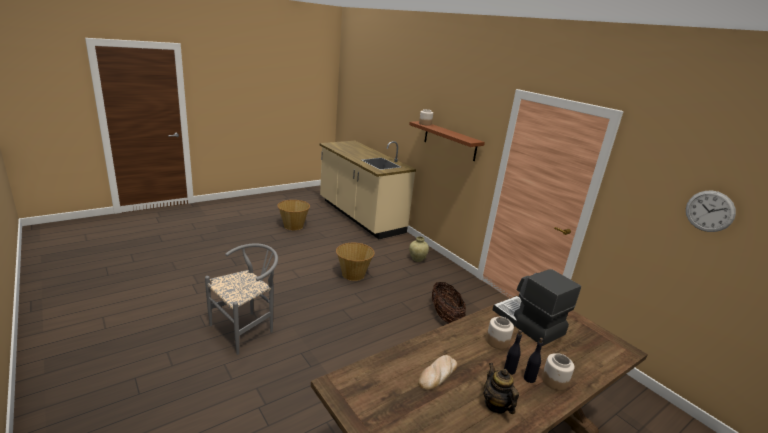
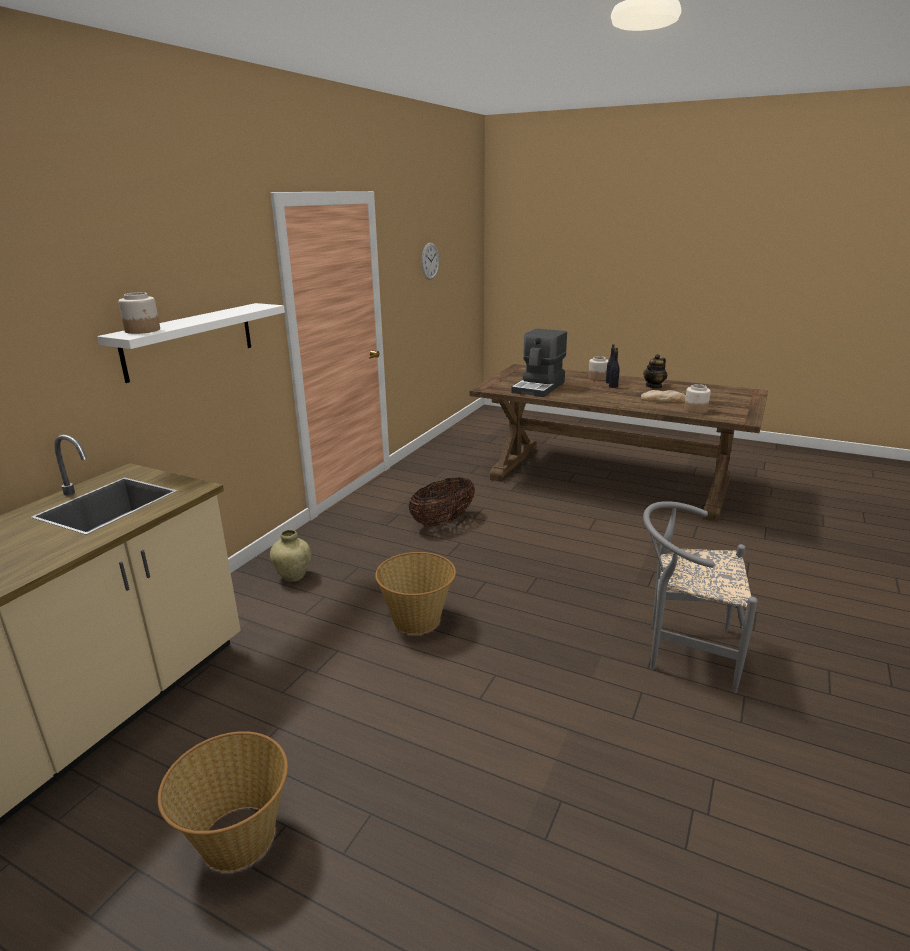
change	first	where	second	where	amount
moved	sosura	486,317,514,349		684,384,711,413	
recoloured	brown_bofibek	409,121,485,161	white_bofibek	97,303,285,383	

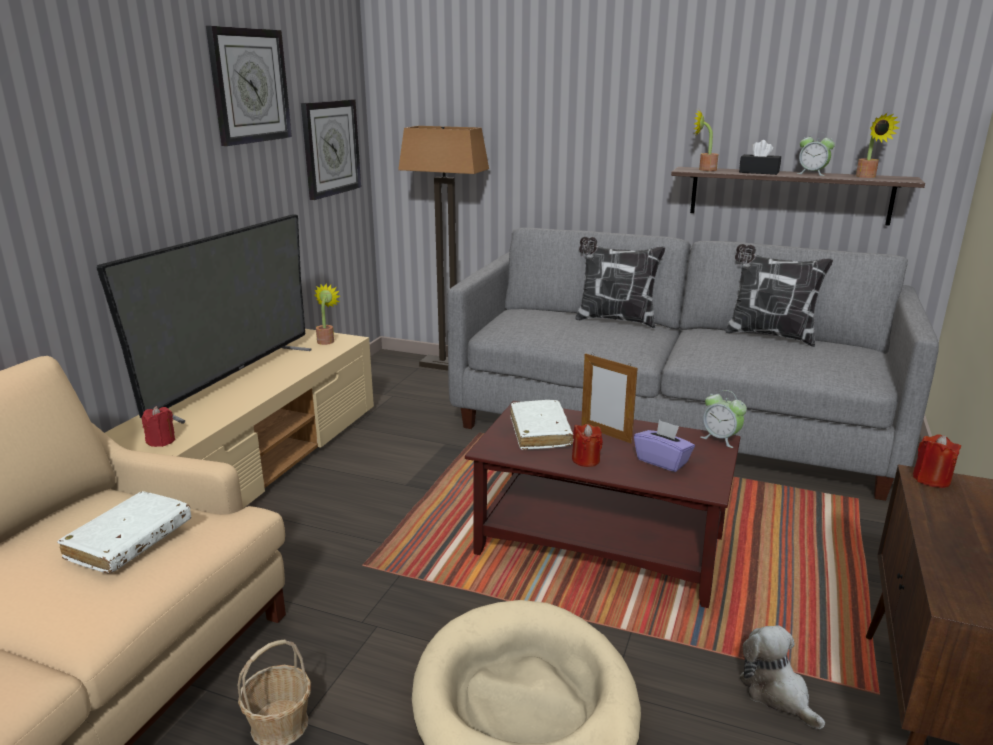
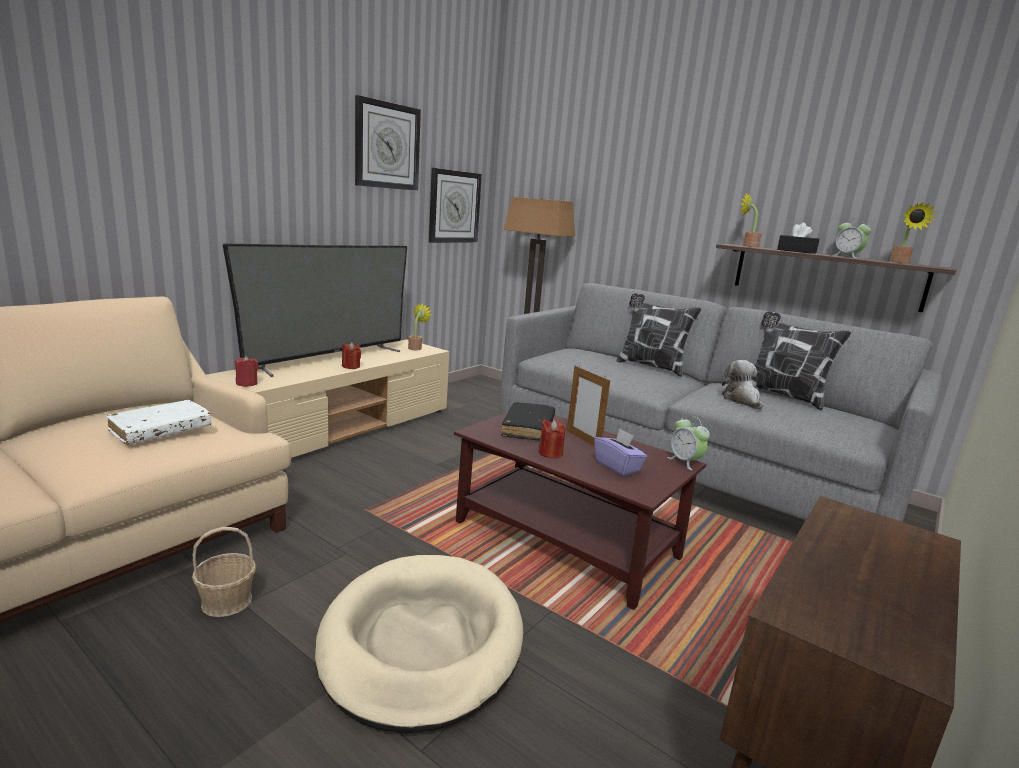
change	first	where	second	where	amount
moved	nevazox	739,625,825,729		722,360,763,410	
moved	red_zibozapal	913,434,961,488		342,342,361,369	
recoloured	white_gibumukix	510,400,573,450	black_gibumukix	501,402,555,440	

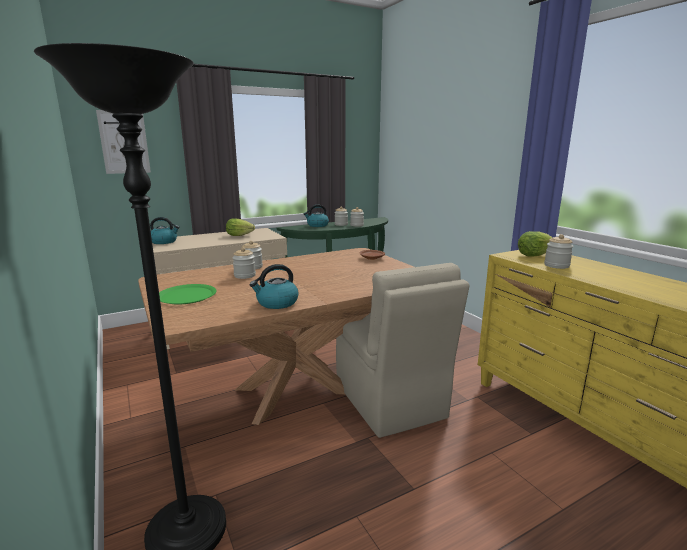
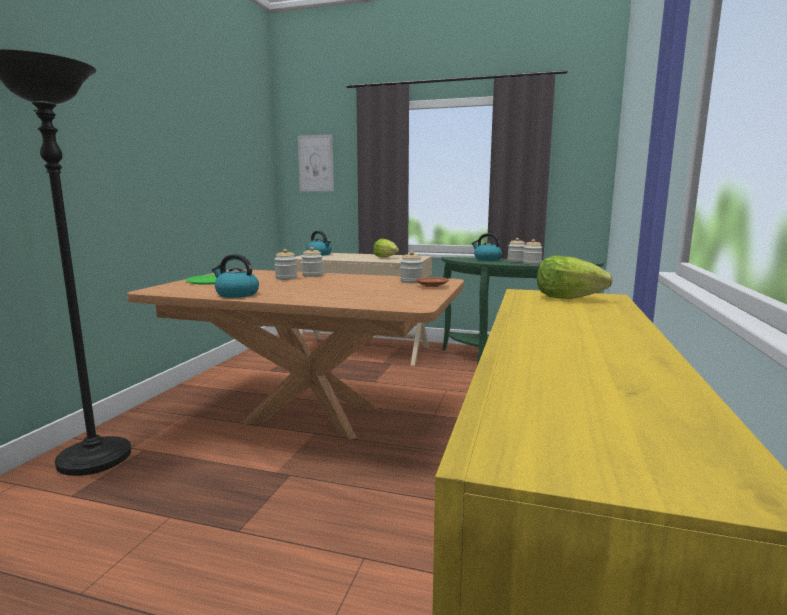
change	first	where	second	where	amount
removed	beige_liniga	336,263,469,438			
moved	sosura	544,234,574,269		400,251,423,283	

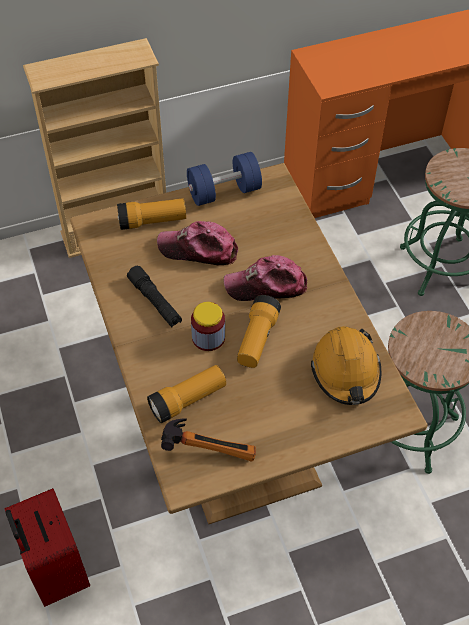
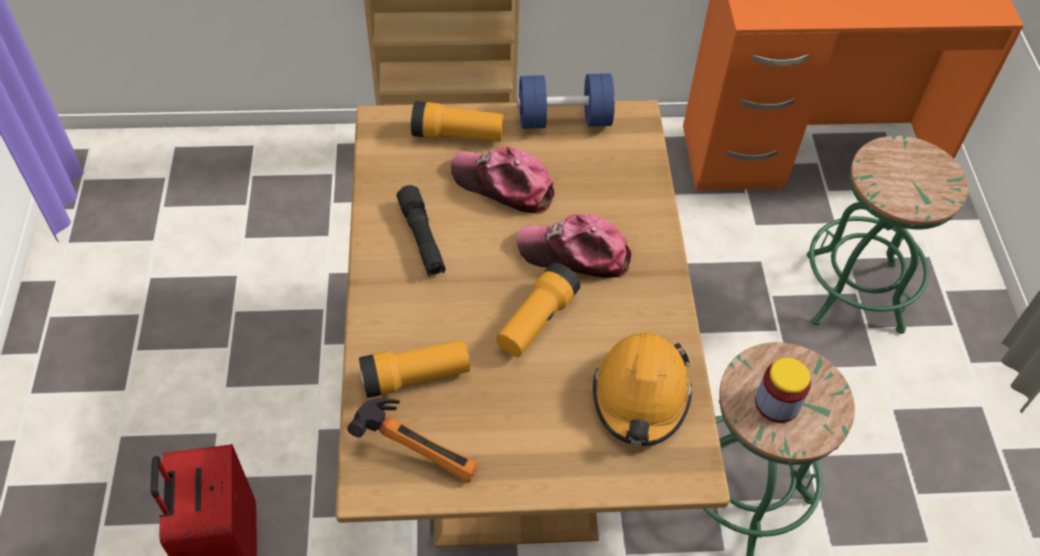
change	first	where	second	where	amount
moved	sosura	191,302,225,351		755,358,811,423	

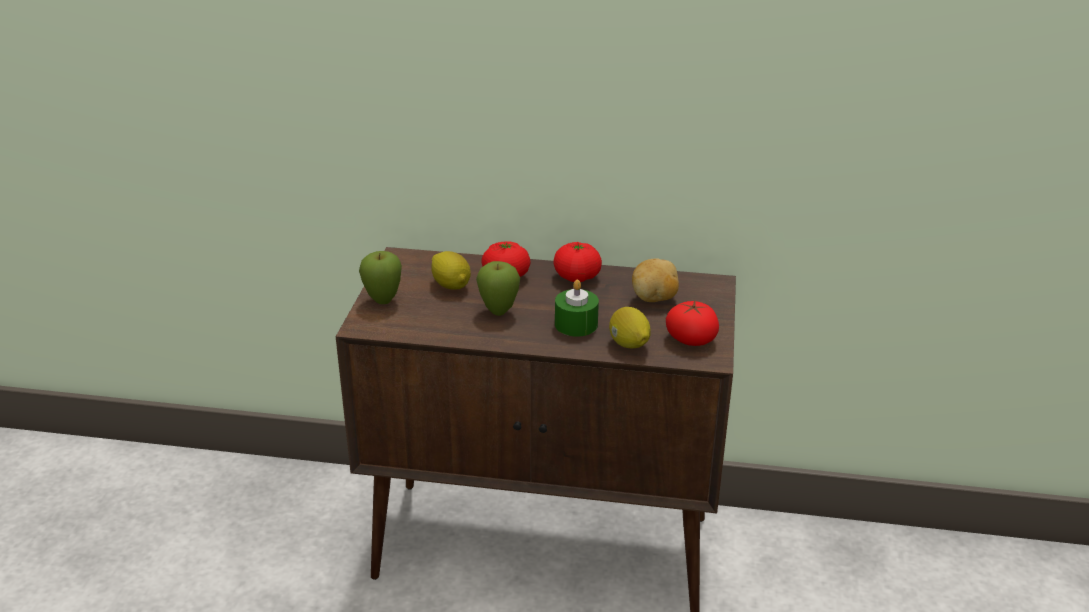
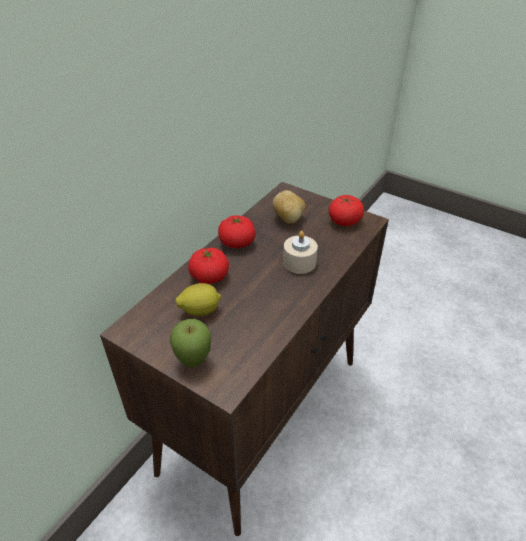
change	first	where	second	where	amount
removed	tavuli	476,261,520,316			
removed	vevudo	609,307,651,348			
recoloured	green_zibozapal	555,280,599,337	beige_zibozapal	283,231,318,274	

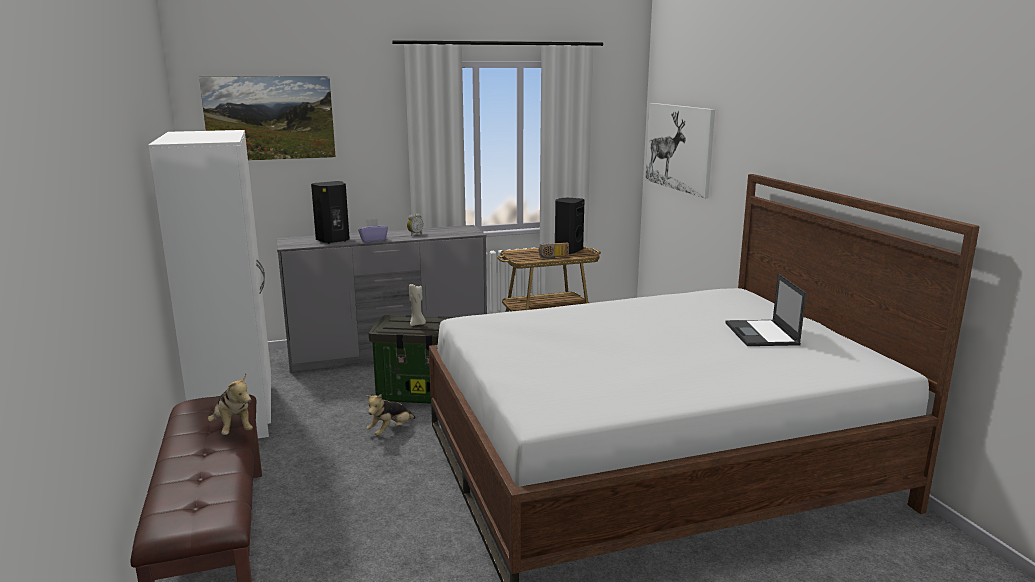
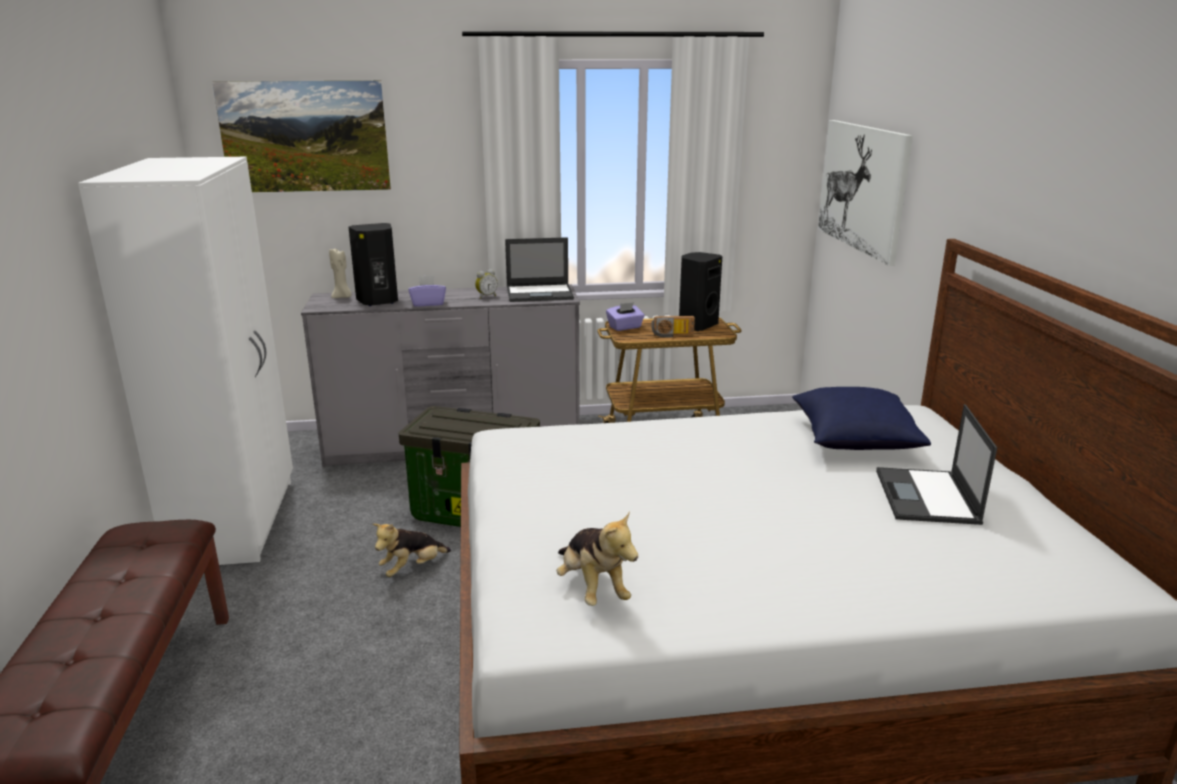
change	first	where	second	where	amount
added			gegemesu	505,237,574,302	
added			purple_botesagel	606,302,645,331	
added			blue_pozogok	792,387,931,450	
moved	nevazox	208,374,253,435		557,511,638,606	
moved	beige_zibozapal	409,284,426,326		329,249,352,298	

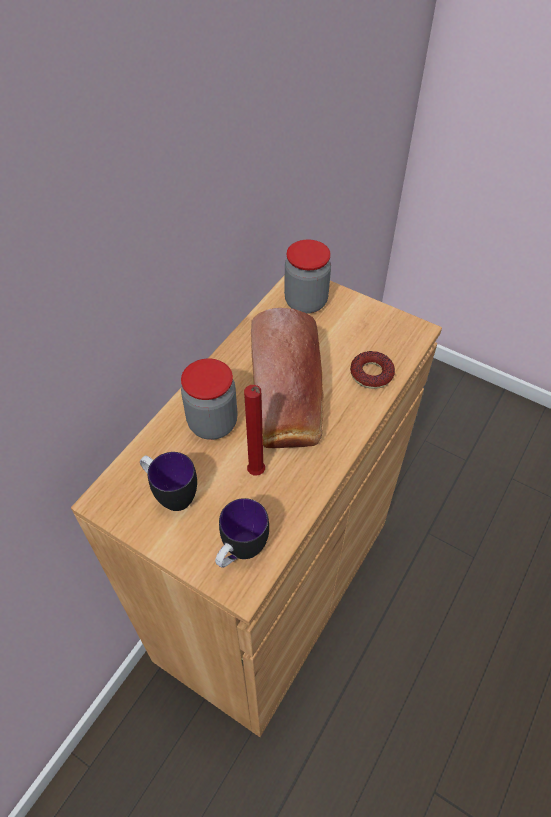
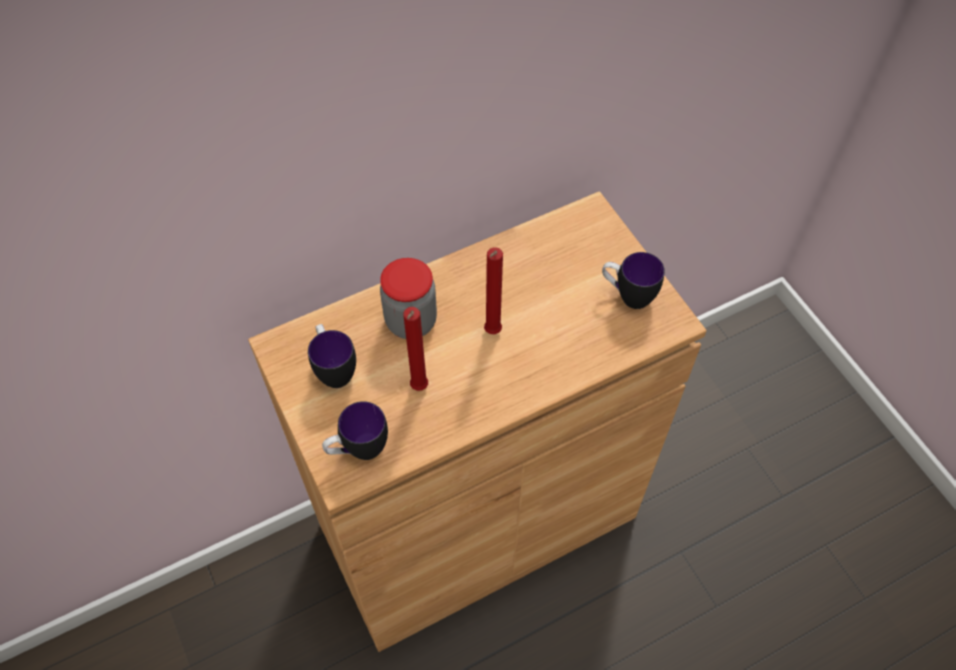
change	first	where	second	where	amount
removed	sosura	284,239,331,314			
removed	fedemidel	350,351,395,389			
added			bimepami	602,252,665,309	
replaced	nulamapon	251,308,324,448	red_zibozapal	484,247,503,334	

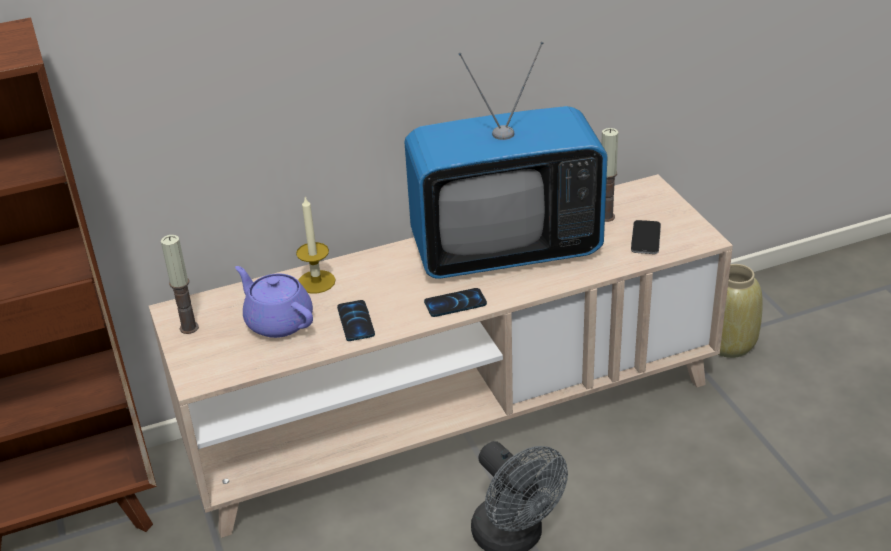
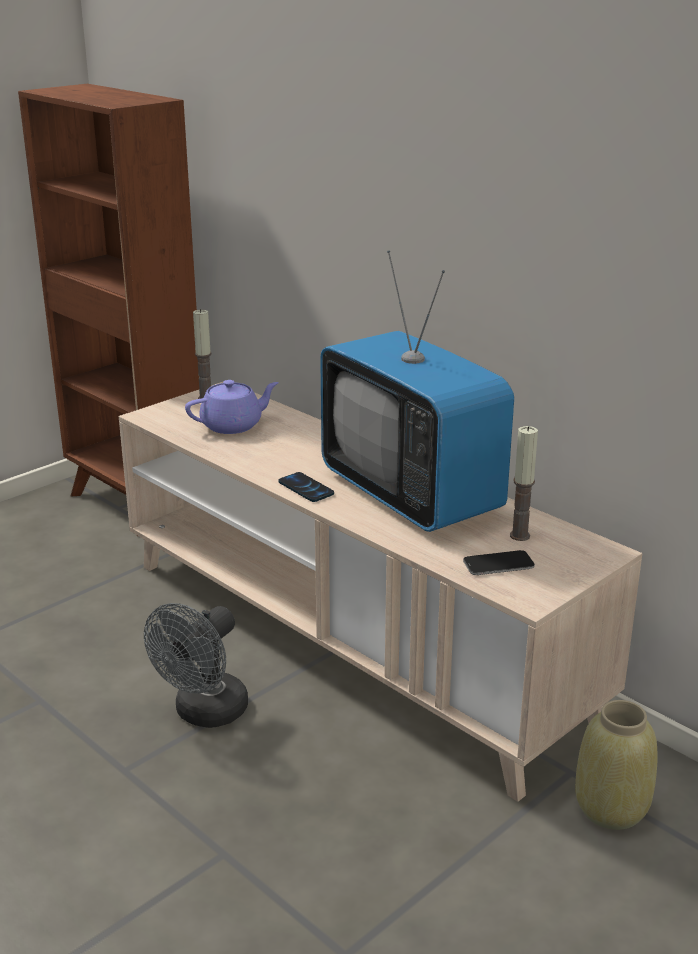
change	first	where	second	where	amount
removed	zibozapal	296,197,336,293			
removed	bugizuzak	337,300,375,341			
turned	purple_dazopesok	235,266,313,338		185,380,279,434	45 degrees clockwise

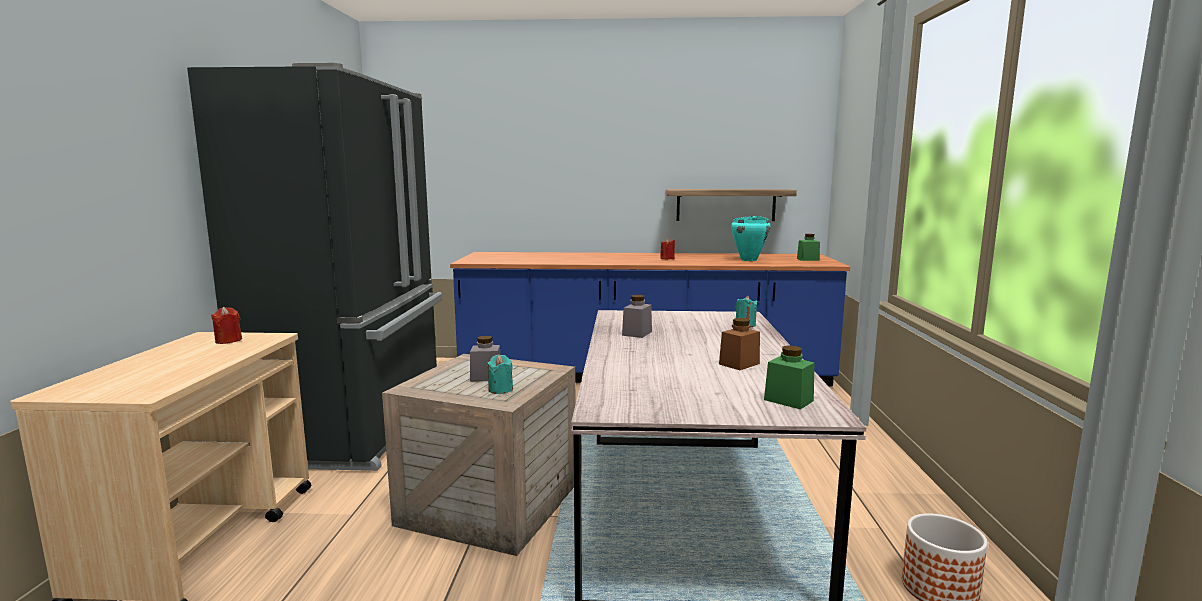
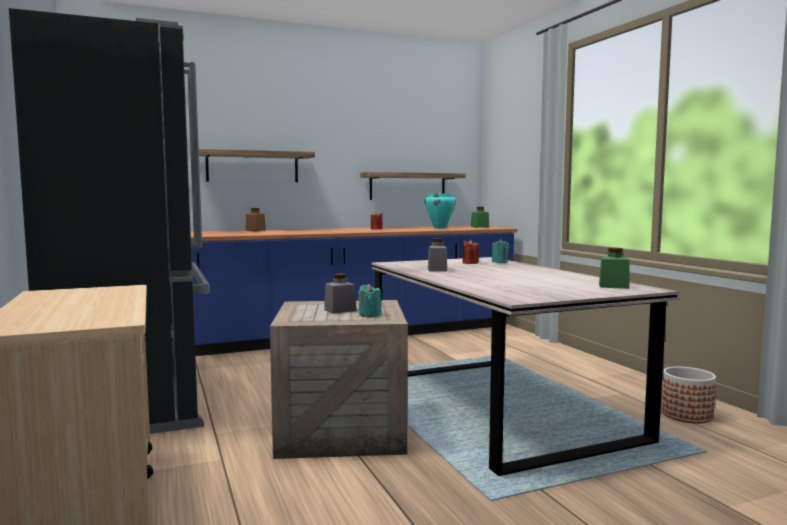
change	first	where	second	where	amount
added			bofibek	199,149,315,182	
moved	red_zibozapal	211,307,242,344		463,240,479,264	
moved	brown_sosura	719,318,760,370		246,208,266,231	

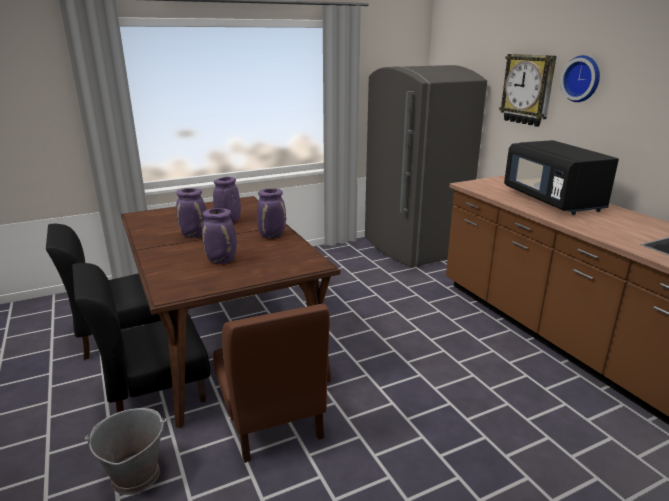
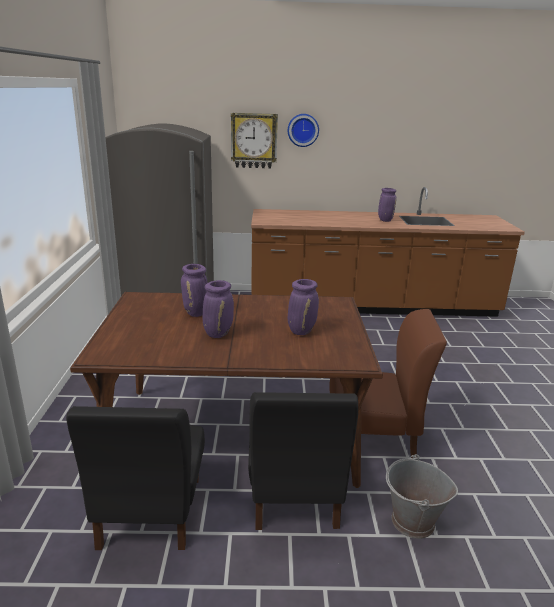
change	first	where	second	where	amount
removed	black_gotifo	504,140,619,215			
moved	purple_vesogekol	257,188,286,238		378,188,397,222	

